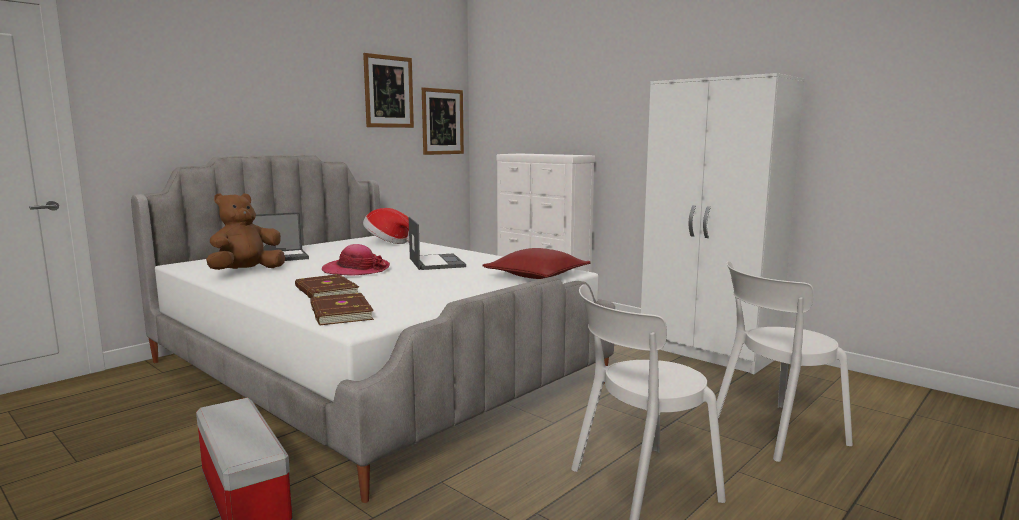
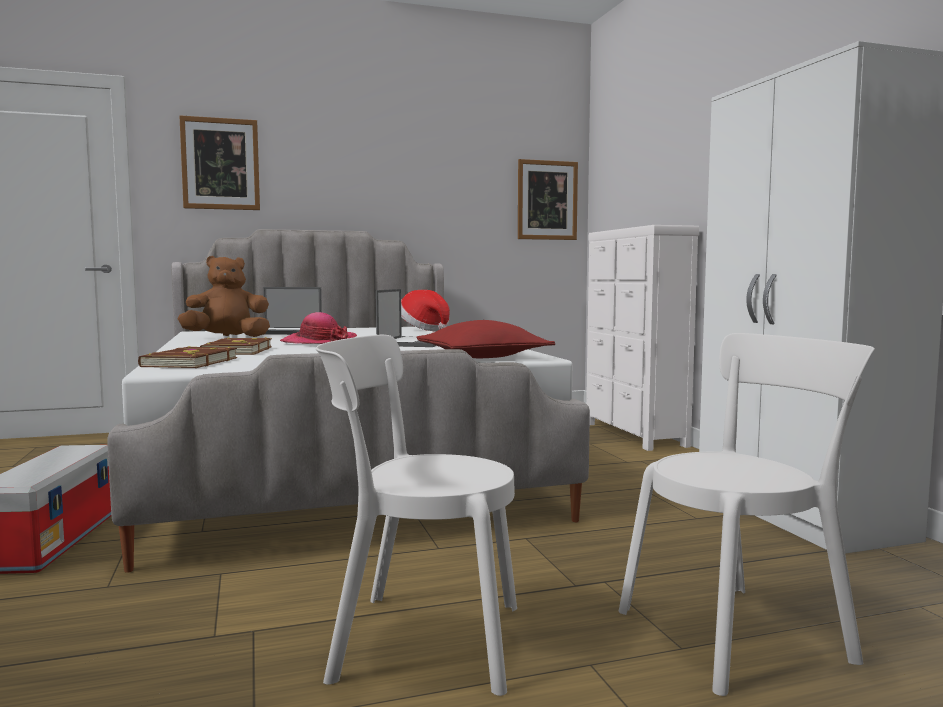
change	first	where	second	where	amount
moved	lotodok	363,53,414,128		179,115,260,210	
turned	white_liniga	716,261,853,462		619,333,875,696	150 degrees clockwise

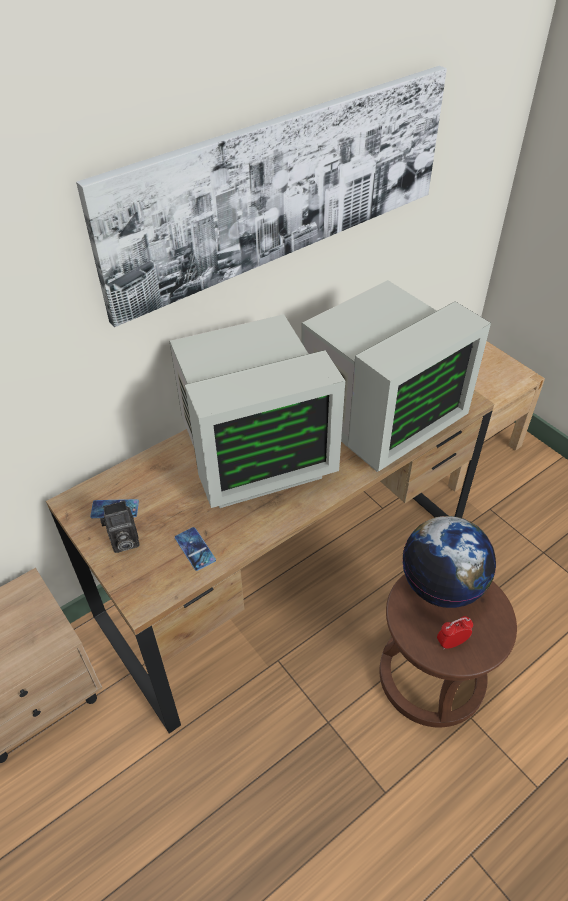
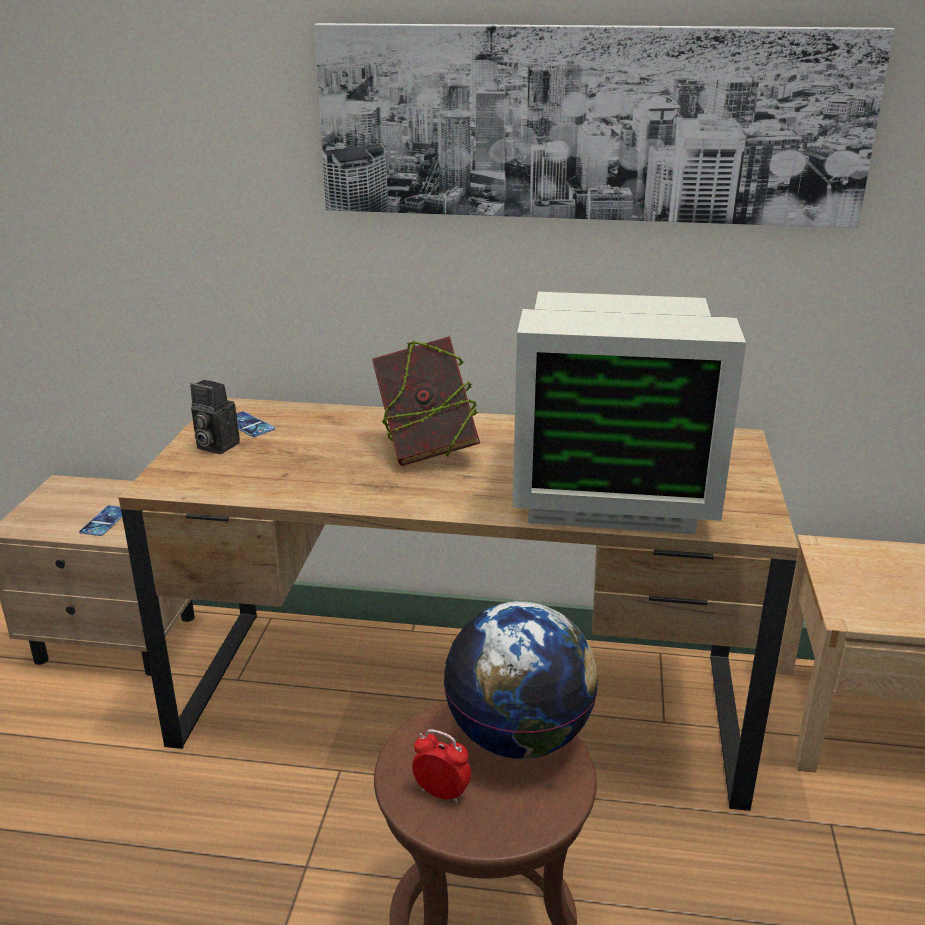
change	first	where	second	where	amount
moved	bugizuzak	175,527,216,571		79,505,122,536	
replaced	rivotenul	170,314,345,508	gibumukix	372,336,480,466	

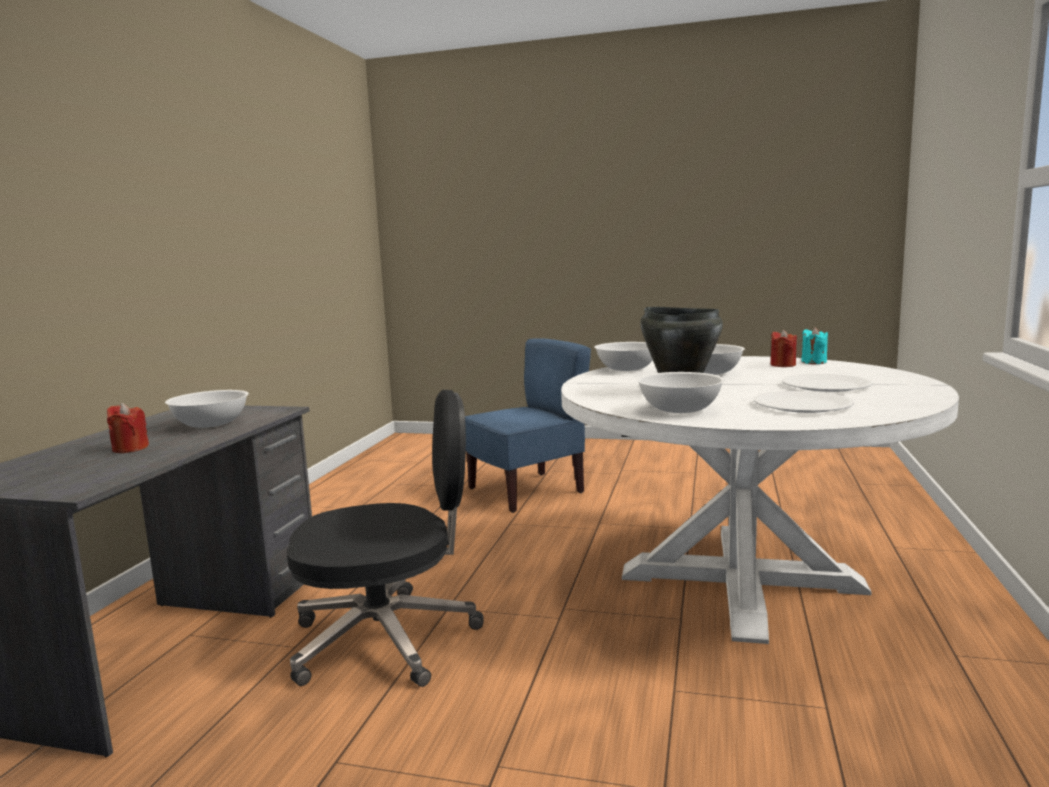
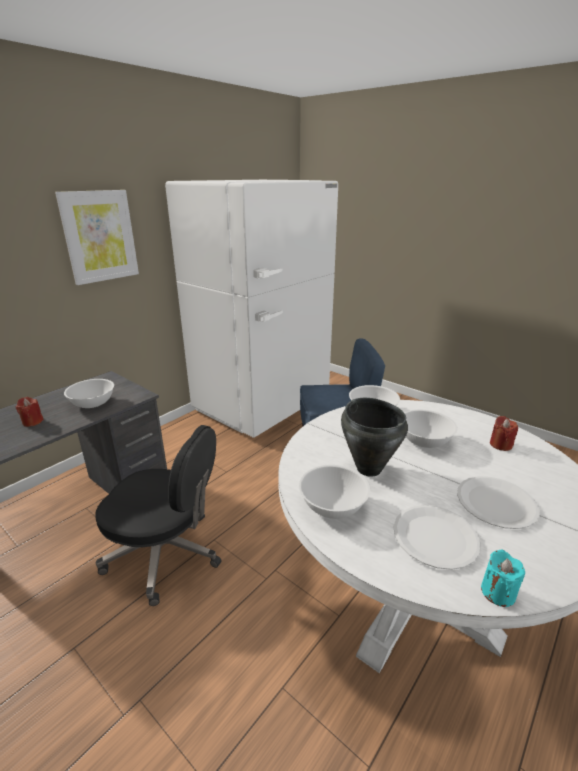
change	first	where	second	where	amount
added			lotodok	55,190,139,285	
added			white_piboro	165,180,338,438	
moved	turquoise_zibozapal	801,327,828,364		481,550,525,607	

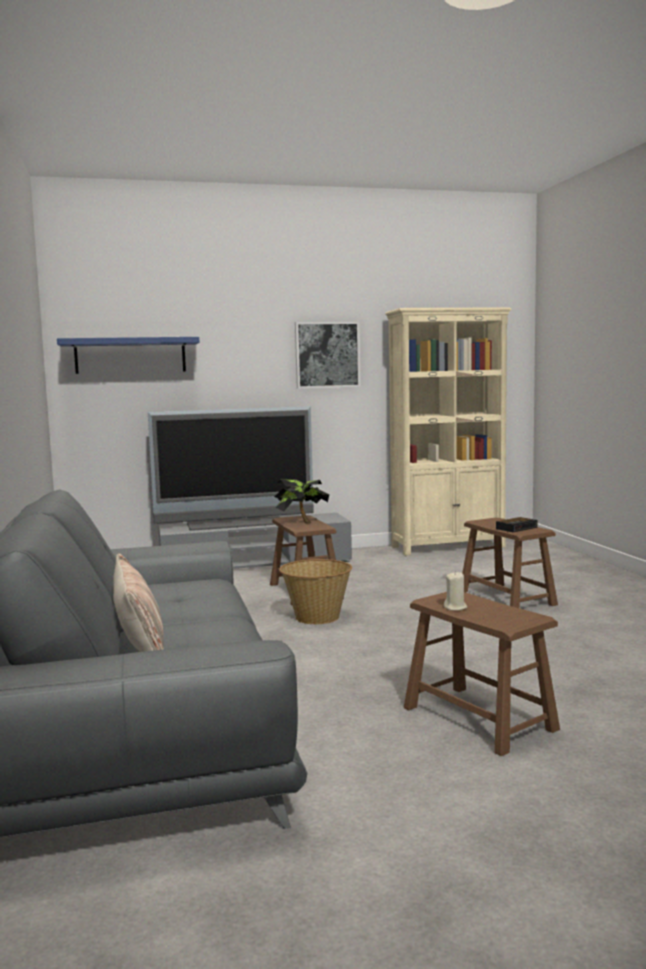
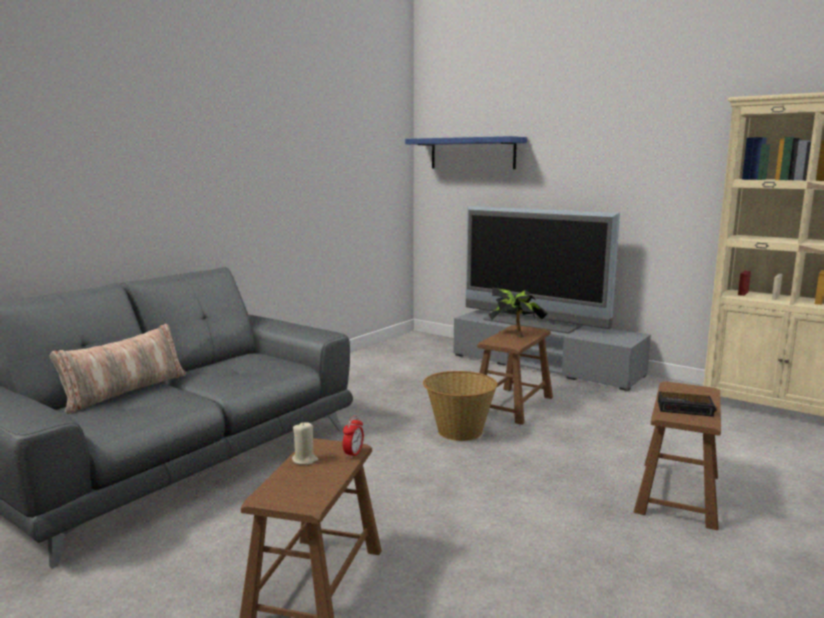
change	first	where	second	where	amount
removed	lotodok	295,321,361,389			
added			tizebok	343,415,364,459	

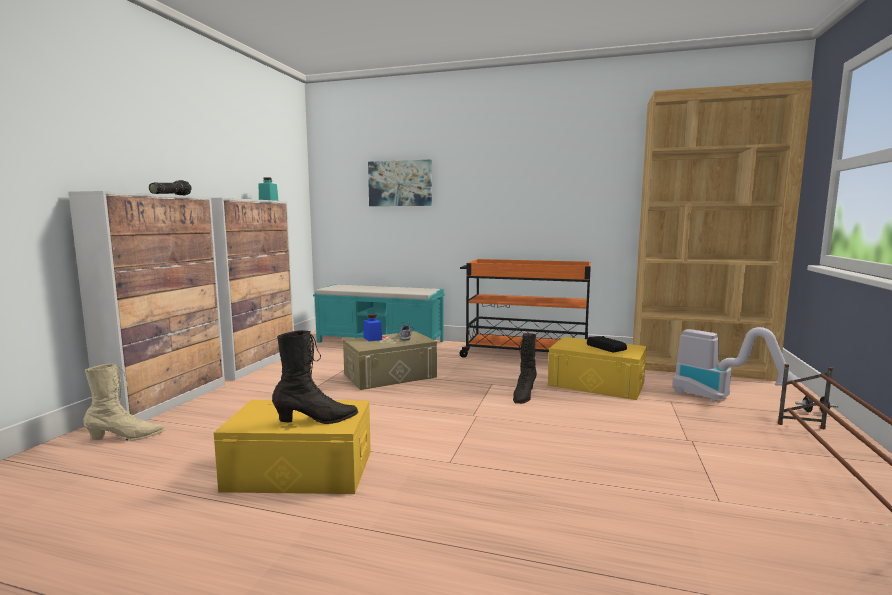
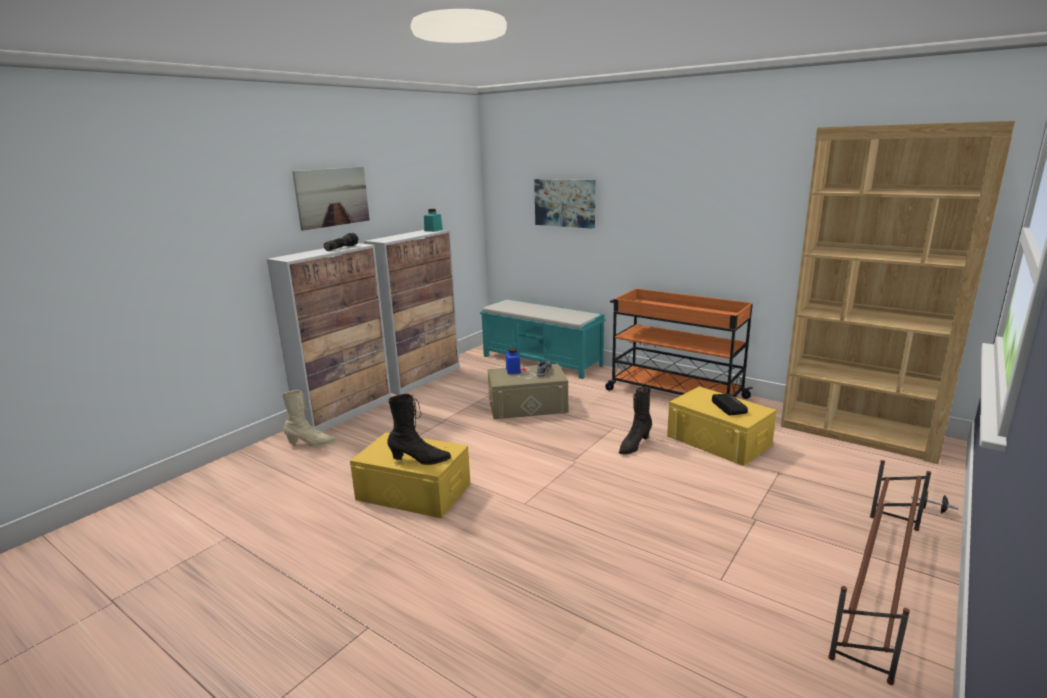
change	first	where	second	where	amount
removed	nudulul	672,327,801,402			
added			lotodok	292,167,370,231	

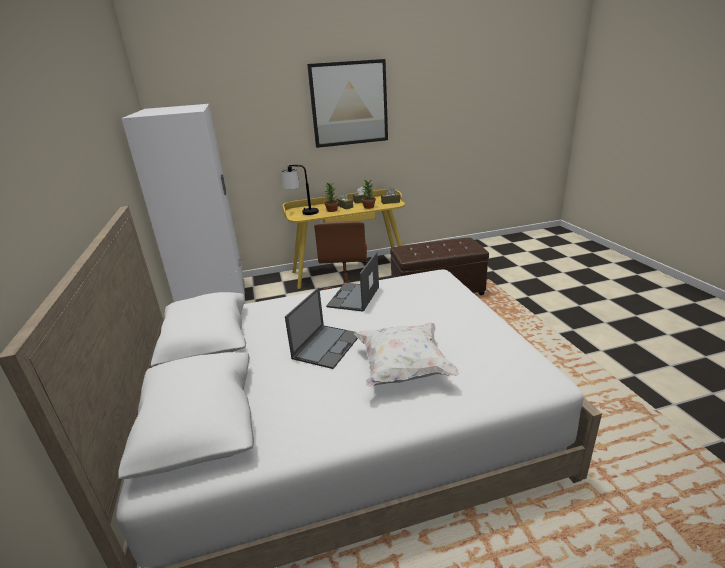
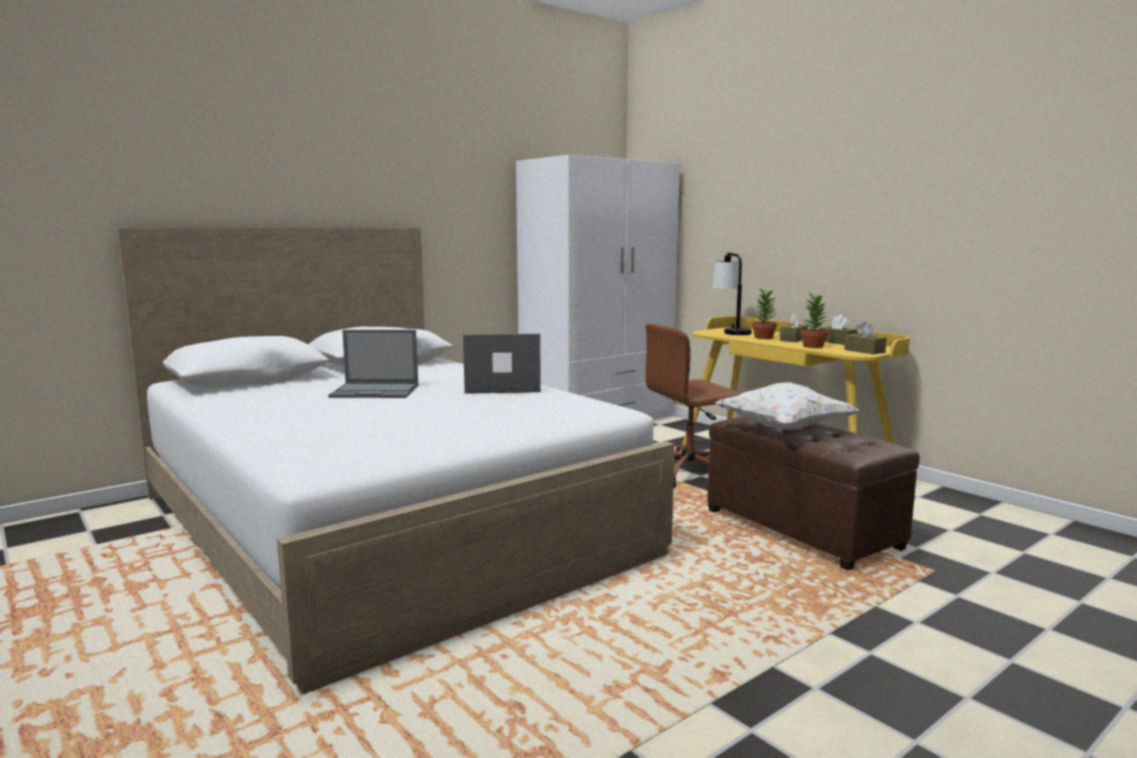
change	first	where	second	where	amount
removed	lotodok	307,59,388,148			
moved	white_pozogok	354,323,459,387		715,382,859,430	

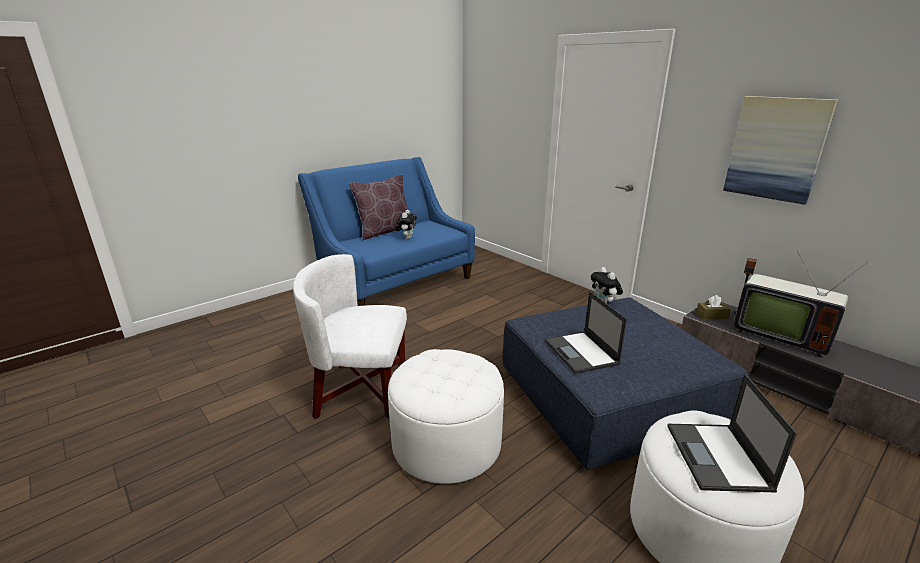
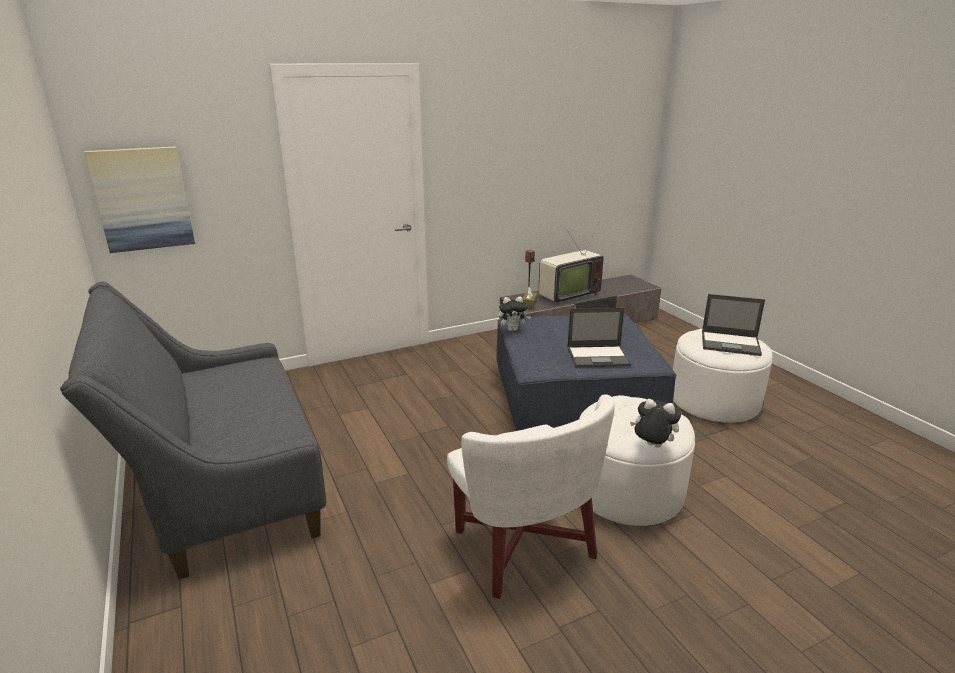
change	first	where	second	where	amount
removed	brown_pozogok	349,175,415,240			
moved	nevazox	396,210,417,239		630,399,681,448	
moved	lotodok	723,96,838,205		84,146,195,253	
recoloured	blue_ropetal	298,157,475,306	grey_ropetal	60,282,326,580	
turned	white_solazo	293,254,407,419		447,394,615,599	45 degrees counterclockwise

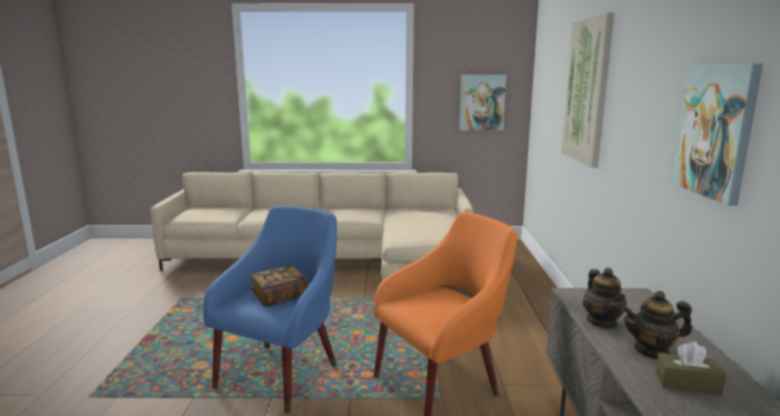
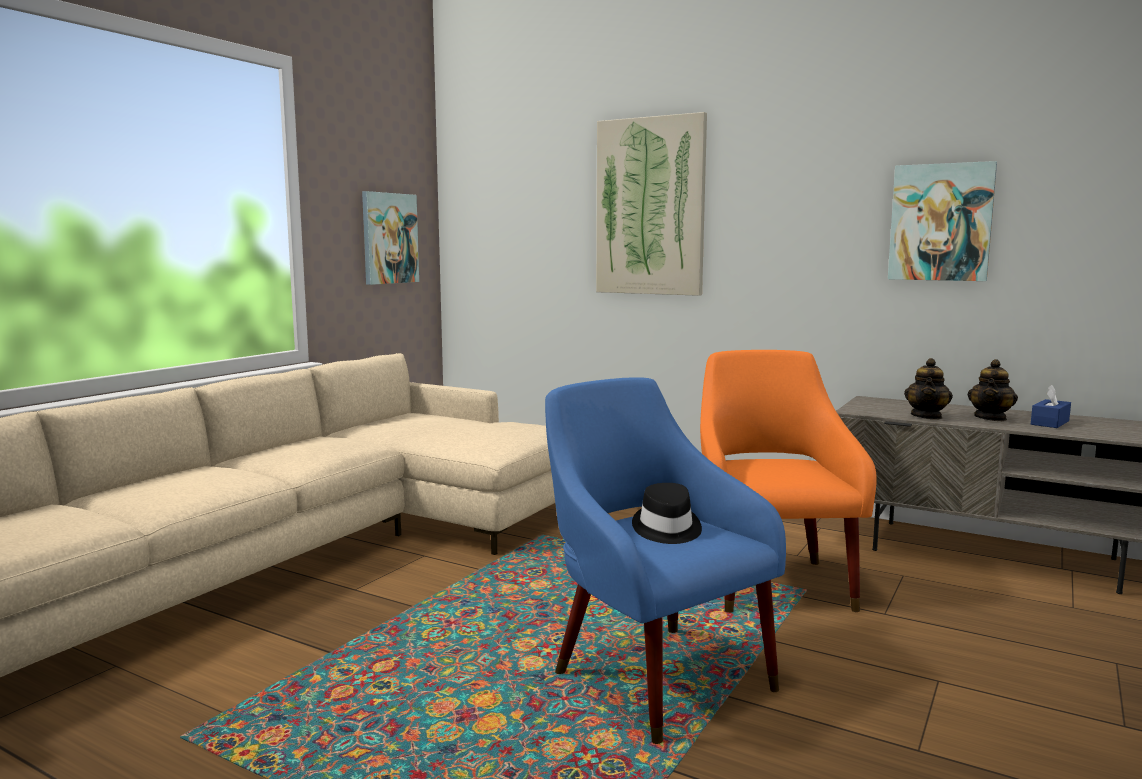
change	first	where	second	where	amount
replaced	gibumukix	250,265,308,307	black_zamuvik	632,483,702,544	
recoloured	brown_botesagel	656,342,726,395	blue_botesagel	1031,385,1071,428	
turned	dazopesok	583,268,627,328		904,358,953,420	90 degrees clockwise

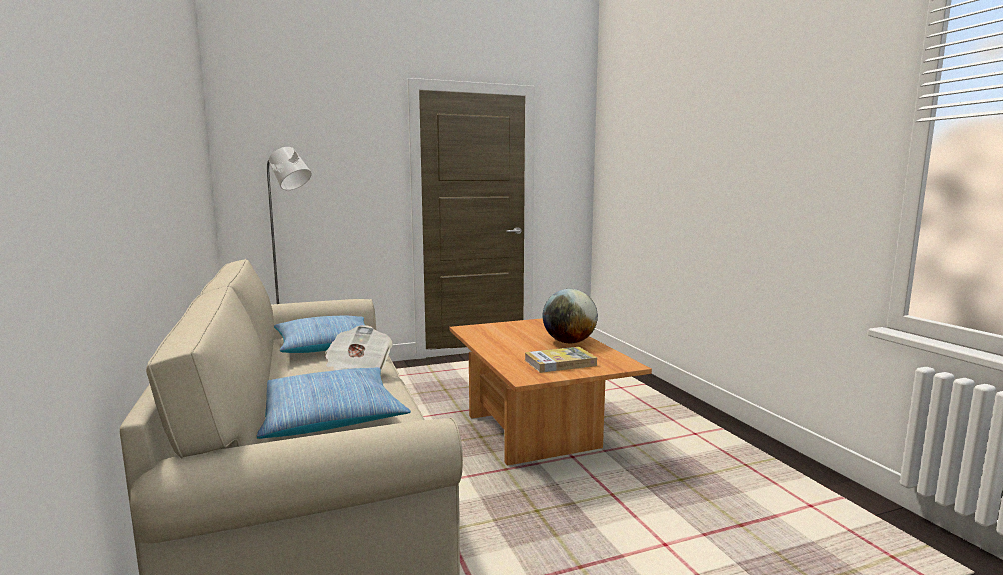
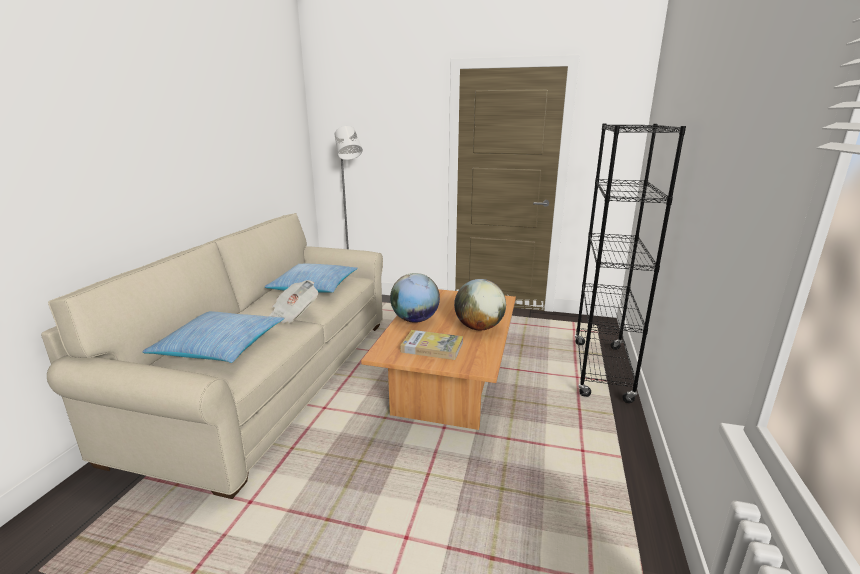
change	first	where	second	where	amount
added			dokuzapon	390,273,440,323	
added			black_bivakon	575,124,686,403	

